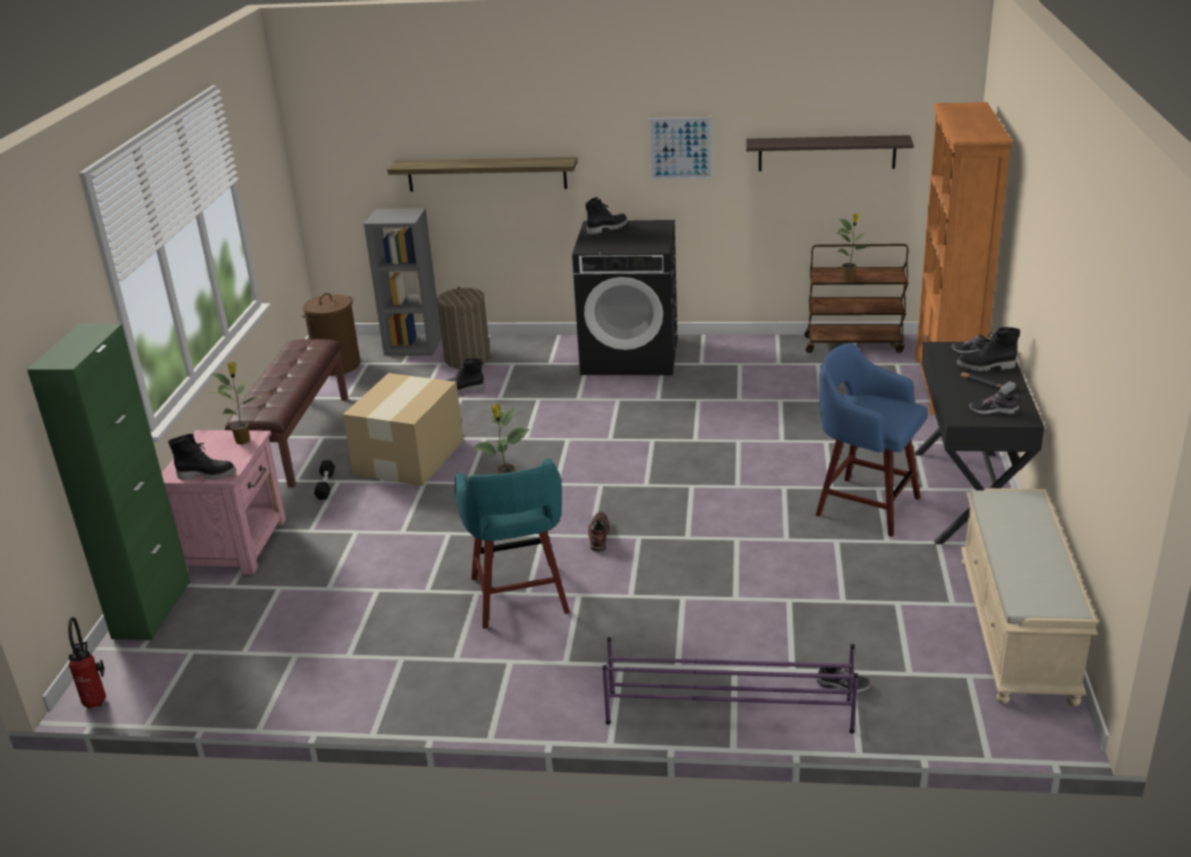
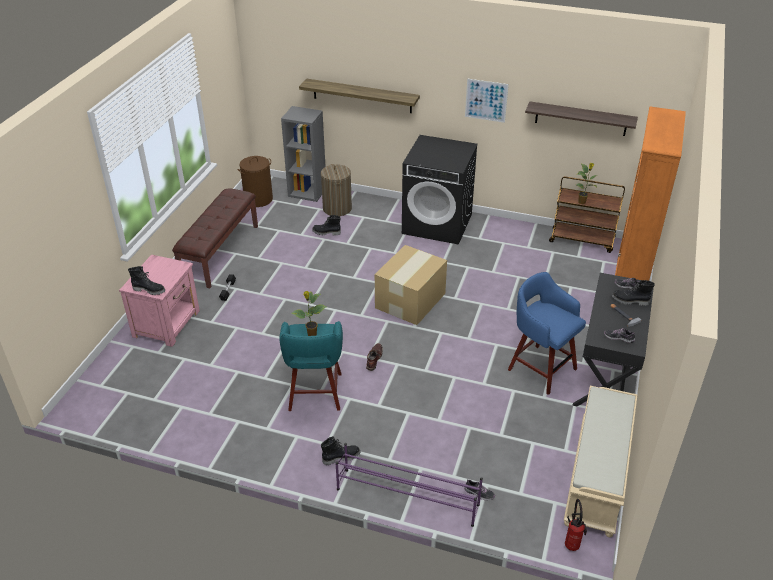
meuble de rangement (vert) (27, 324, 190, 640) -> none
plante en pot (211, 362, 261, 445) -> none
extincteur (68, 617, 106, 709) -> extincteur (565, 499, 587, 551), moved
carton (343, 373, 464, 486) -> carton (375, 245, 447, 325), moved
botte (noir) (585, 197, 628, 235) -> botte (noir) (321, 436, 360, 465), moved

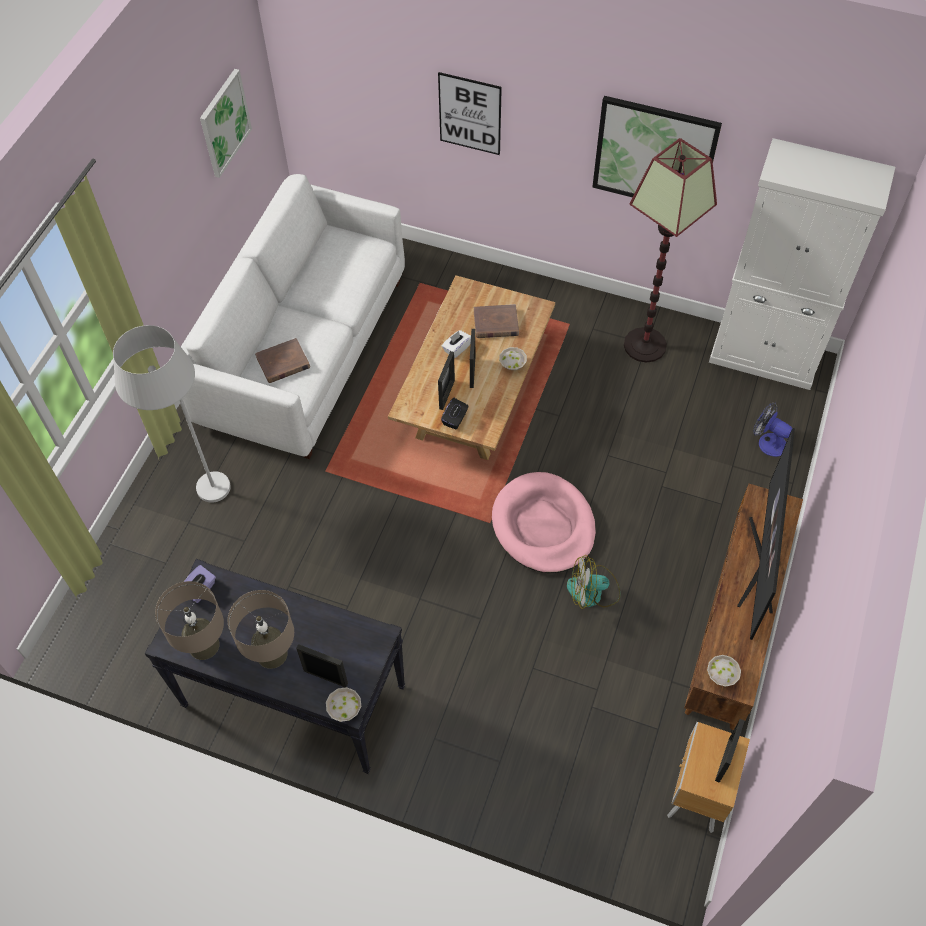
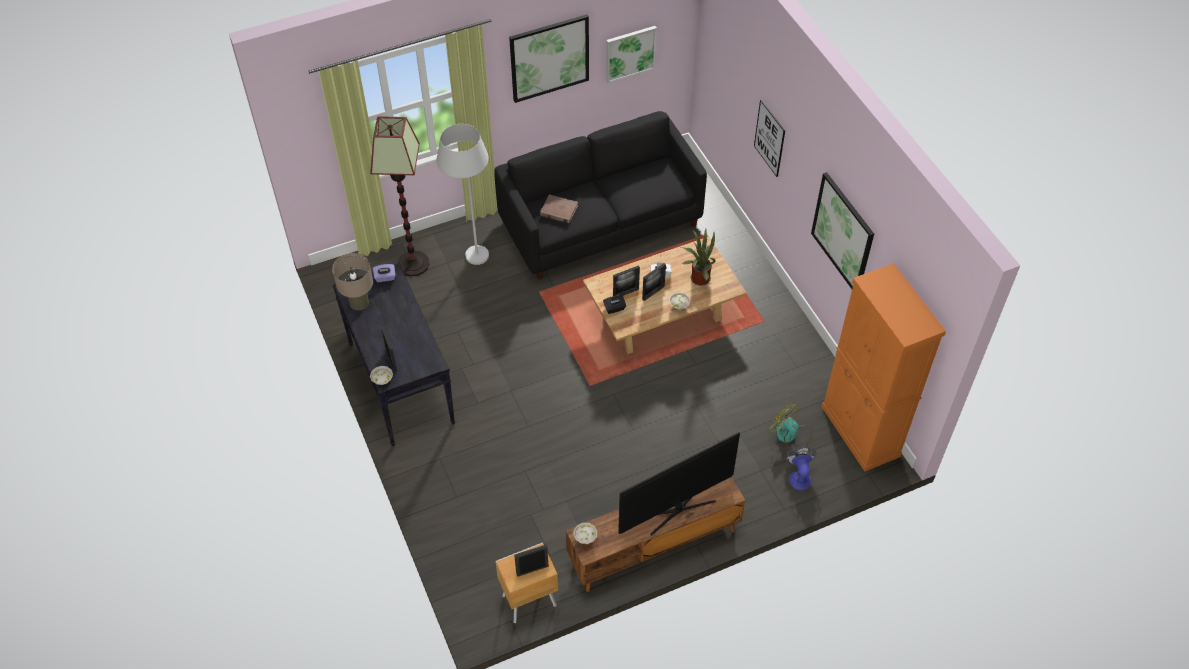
lampe de table (beige) (228, 590, 294, 669) -> none
panier pour chien (rose) (492, 472, 596, 573) -> none
none -> tableau (509, 14, 589, 103)
ventilateur (567, 555, 621, 609) -> ventilateur (768, 403, 812, 449), moved
lampadaire (624, 138, 717, 363) -> lampadaire (370, 116, 429, 276), moved
livre (marron) (474, 304, 519, 338) -> plante en pot (681, 229, 716, 286)
canapé (blanc) (181, 174, 405, 459) -> canapé (noir) (494, 111, 707, 279)
meuble de rangement (blanc) (709, 138, 895, 390) -> meuble de rangement (orange) (822, 263, 946, 471)

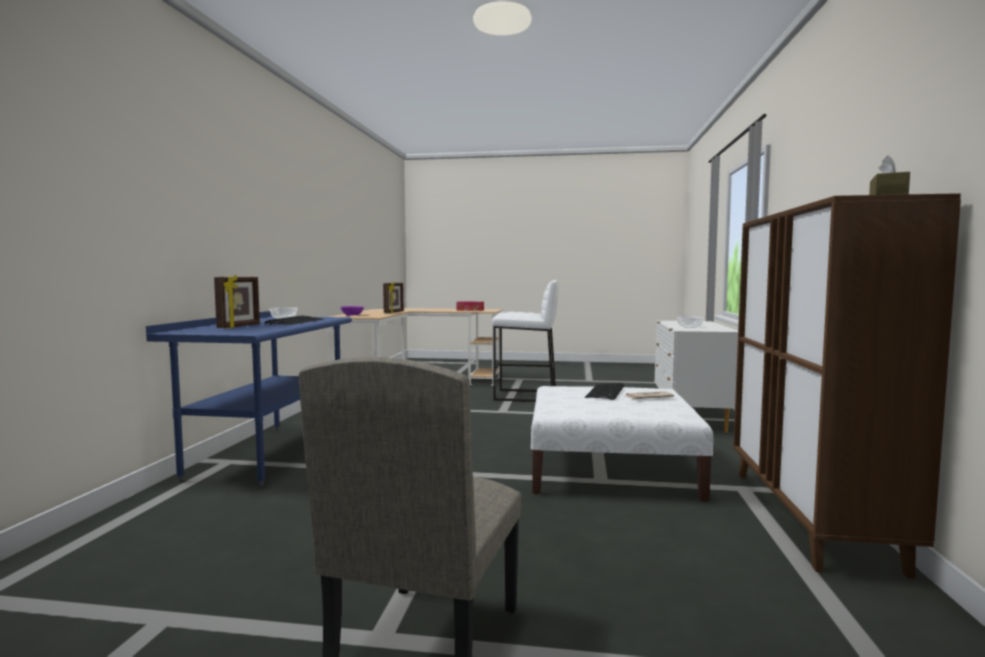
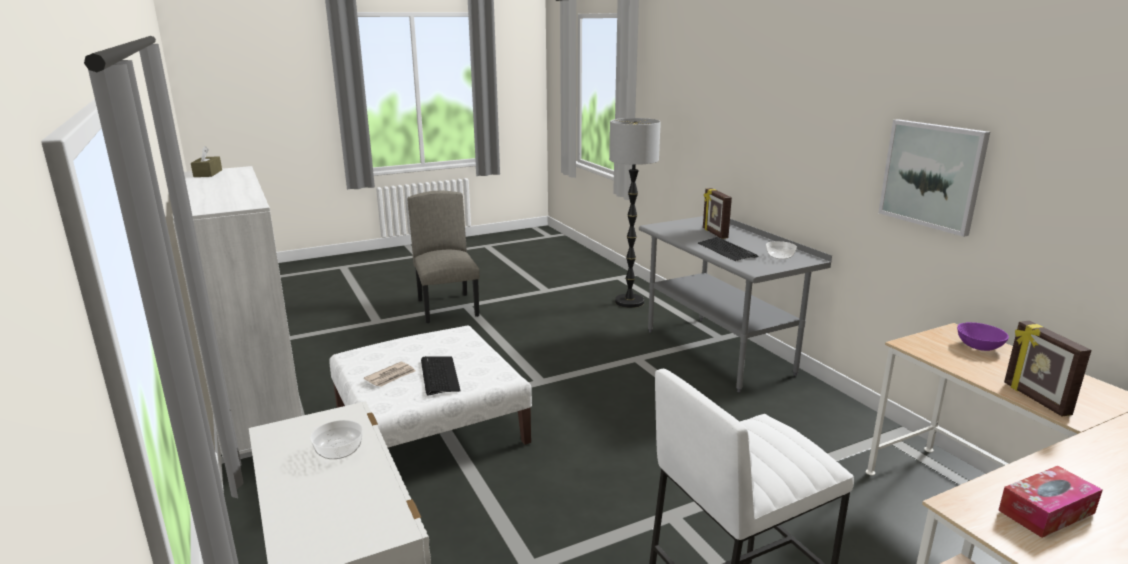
none -> lampadaire (609, 118, 661, 308)
none -> tableau (878, 119, 990, 237)
bureau (bleu) (146, 311, 352, 486) -> bureau (gris) (639, 216, 832, 392)
meuble de rangement (marron) (733, 193, 961, 579) -> meuble de rangement (blanc) (173, 166, 302, 457)

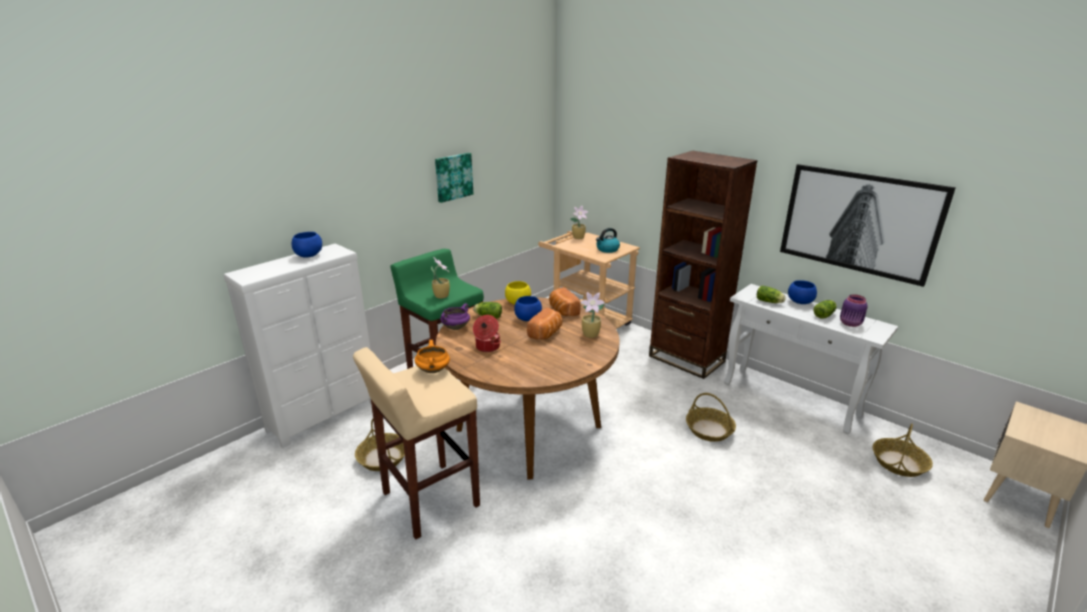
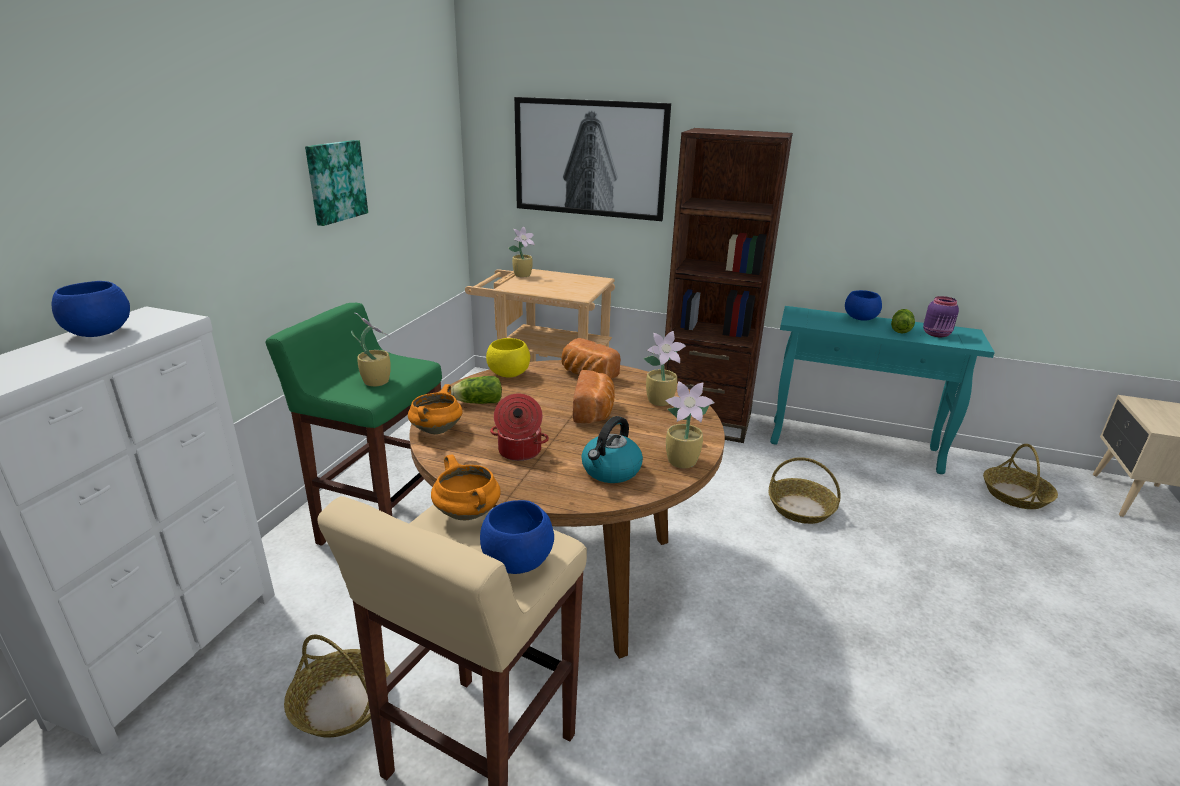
laitue (757, 286, 786, 303) -> none
none -> plante en pot (665, 381, 714, 468)
bol (bleu) (514, 296, 542, 321) -> bol (bleu) (480, 500, 554, 574), moved
bouilloire (596, 228, 620, 253) -> bouilloire (582, 416, 643, 483), moved
tableau (780, 164, 956, 287) -> tableau (514, 97, 671, 221), moved
marmite (violet) (440, 303, 470, 330) -> marmite (orange) (408, 384, 463, 434)
table console (blanc) (724, 284, 898, 434) -> table console (turquoise) (770, 306, 995, 474)

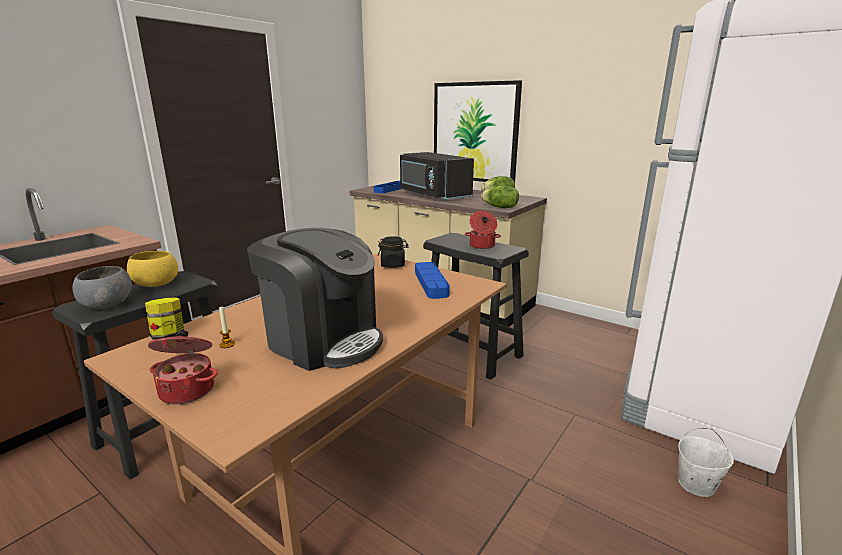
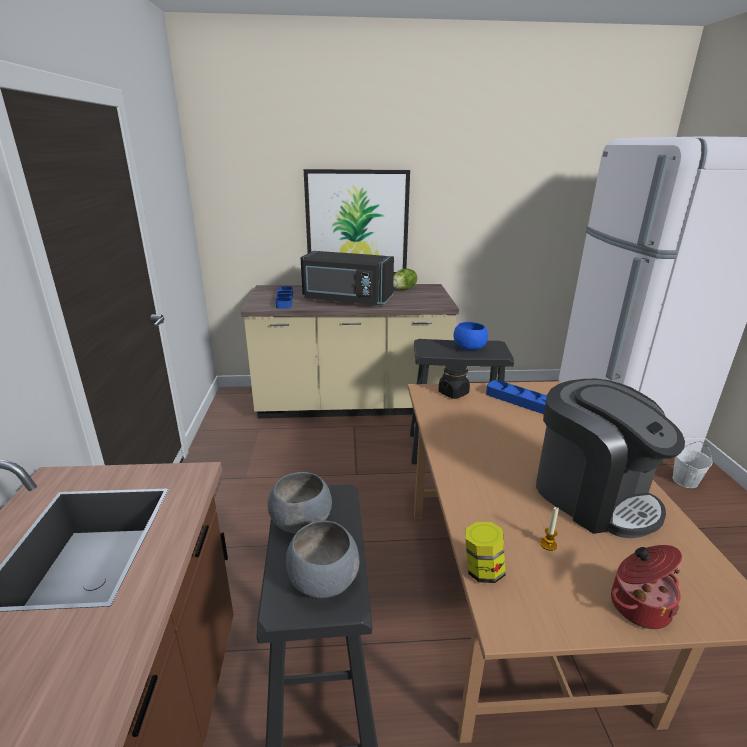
laitue (481, 185, 519, 208) -> none
marmite (465, 211, 501, 249) -> bol (bleu) (453, 322, 488, 350)
bol (jaune) (127, 251, 178, 287) -> bol (gris) (268, 472, 332, 534)
machine à café (247, 228, 383, 371) -> machine à café (536, 378, 685, 538), 60 degrees clockwise

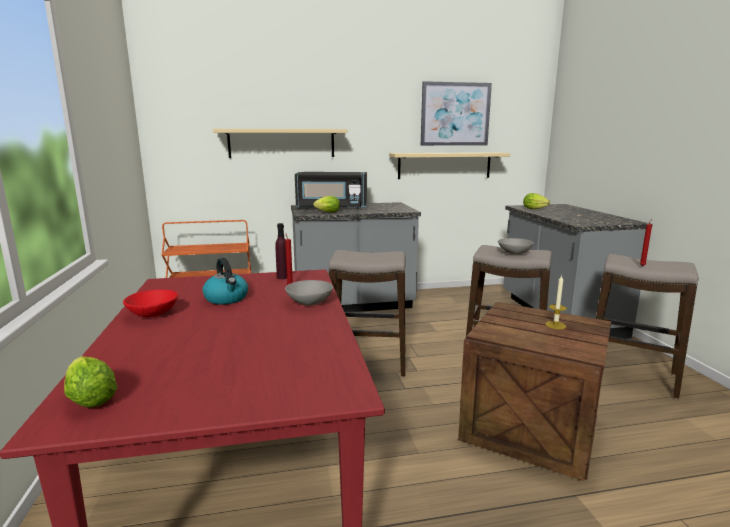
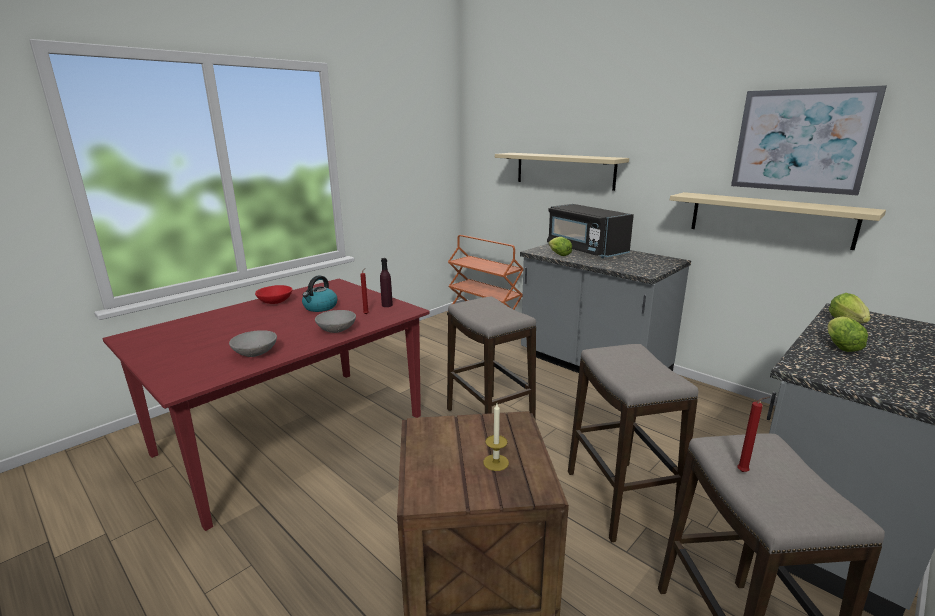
laitue (64, 356, 118, 408) -> laitue (827, 317, 868, 352), moved
bol (gris) (498, 238, 534, 254) -> bol (gris) (229, 330, 277, 357), moved

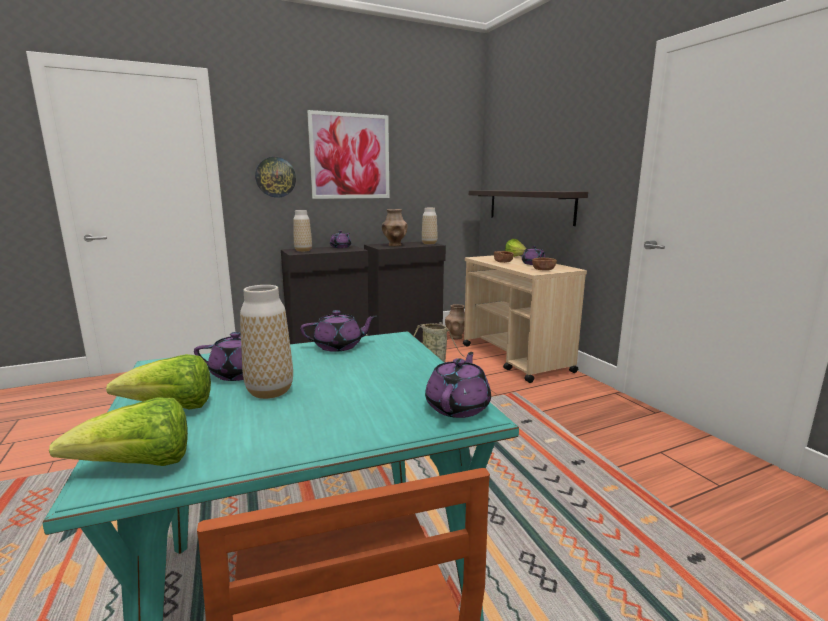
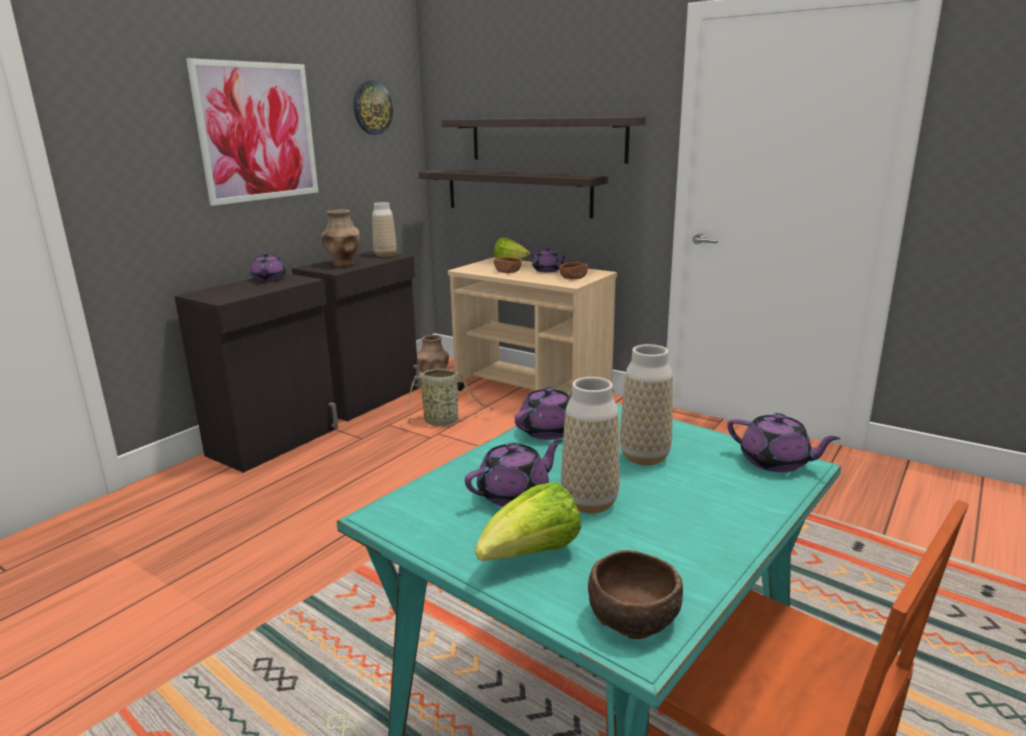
none -> étagère (442, 117, 646, 164)
horloge murale (255, 157, 296, 198) -> horloge murale (354, 81, 393, 135), moved
vase (293, 210, 312, 252) -> vase (620, 344, 673, 466), moved
laitue (49, 397, 188, 466) -> bol (marron) (588, 550, 683, 639)
théière (violet) (425, 352, 491, 418) -> théière (violet) (727, 413, 841, 472), 135 degrees clockwise

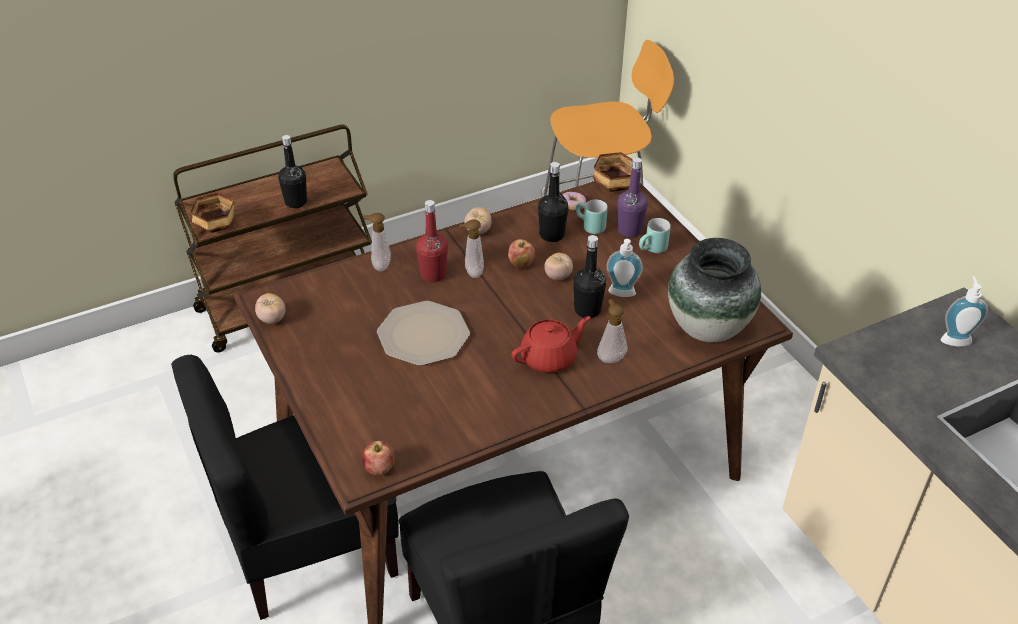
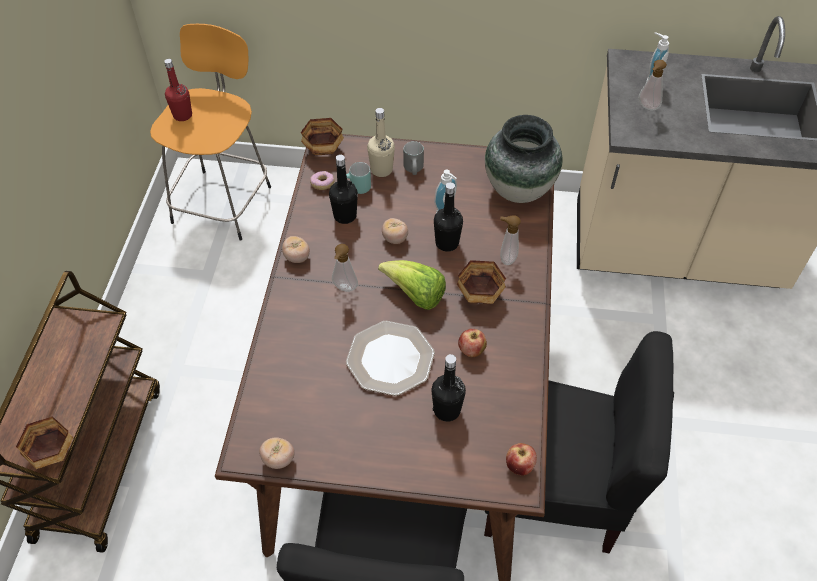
none -> laitue (378, 260, 446, 310)
bouteille (noir) (278, 135, 307, 208) -> bouteille (noir) (431, 354, 466, 422), moved
distributeur de savon (363, 213, 391, 271) -> distributeur de savon (638, 60, 667, 111), moved
bouteille (rouge) (416, 200, 448, 282) -> bouteille (rouge) (164, 59, 192, 121), moved
pomme (508, 239, 535, 268) -> pomme (458, 329, 487, 357), moved
théière (rouge) (511, 316, 591, 373) -> bol (457, 260, 506, 304)
bouteille (violet) (617, 157, 648, 238) -> bouteille (beige) (367, 108, 395, 177)
mug (turquoise) (639, 218, 671, 253) -> mug (gris) (403, 141, 424, 175)

